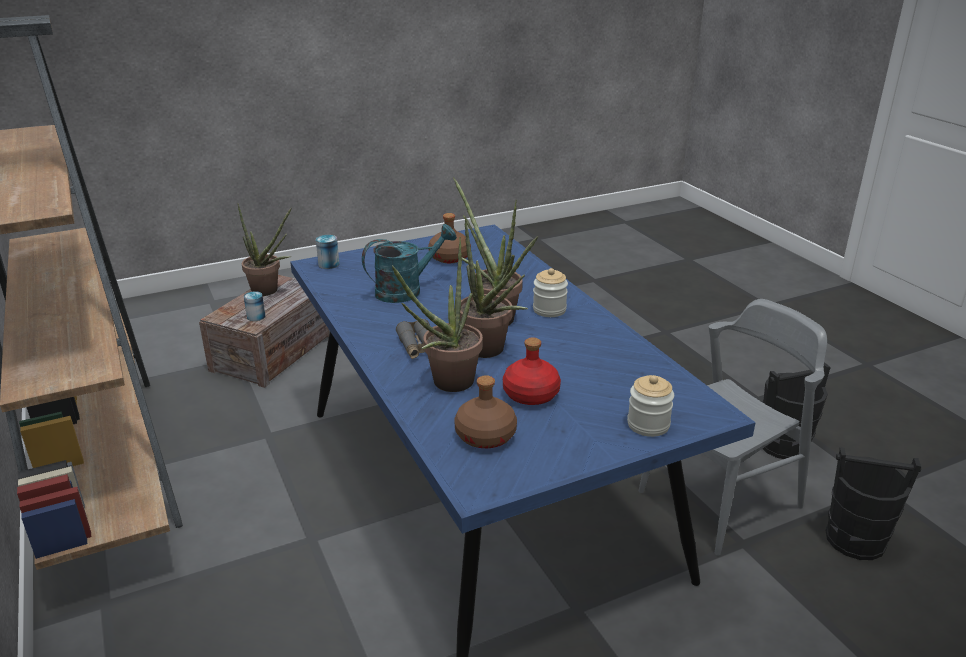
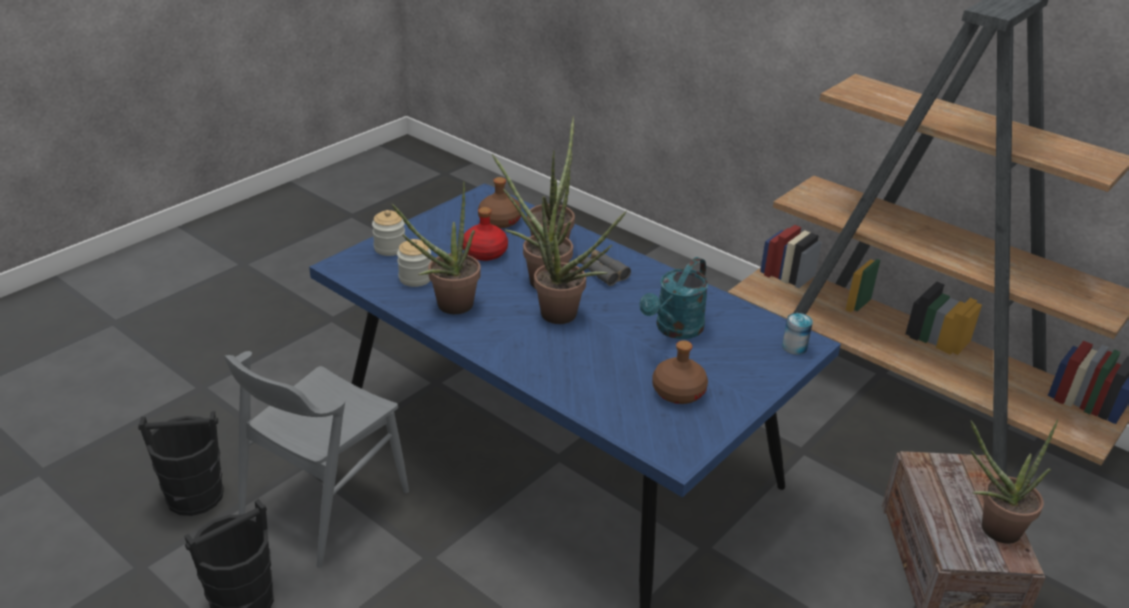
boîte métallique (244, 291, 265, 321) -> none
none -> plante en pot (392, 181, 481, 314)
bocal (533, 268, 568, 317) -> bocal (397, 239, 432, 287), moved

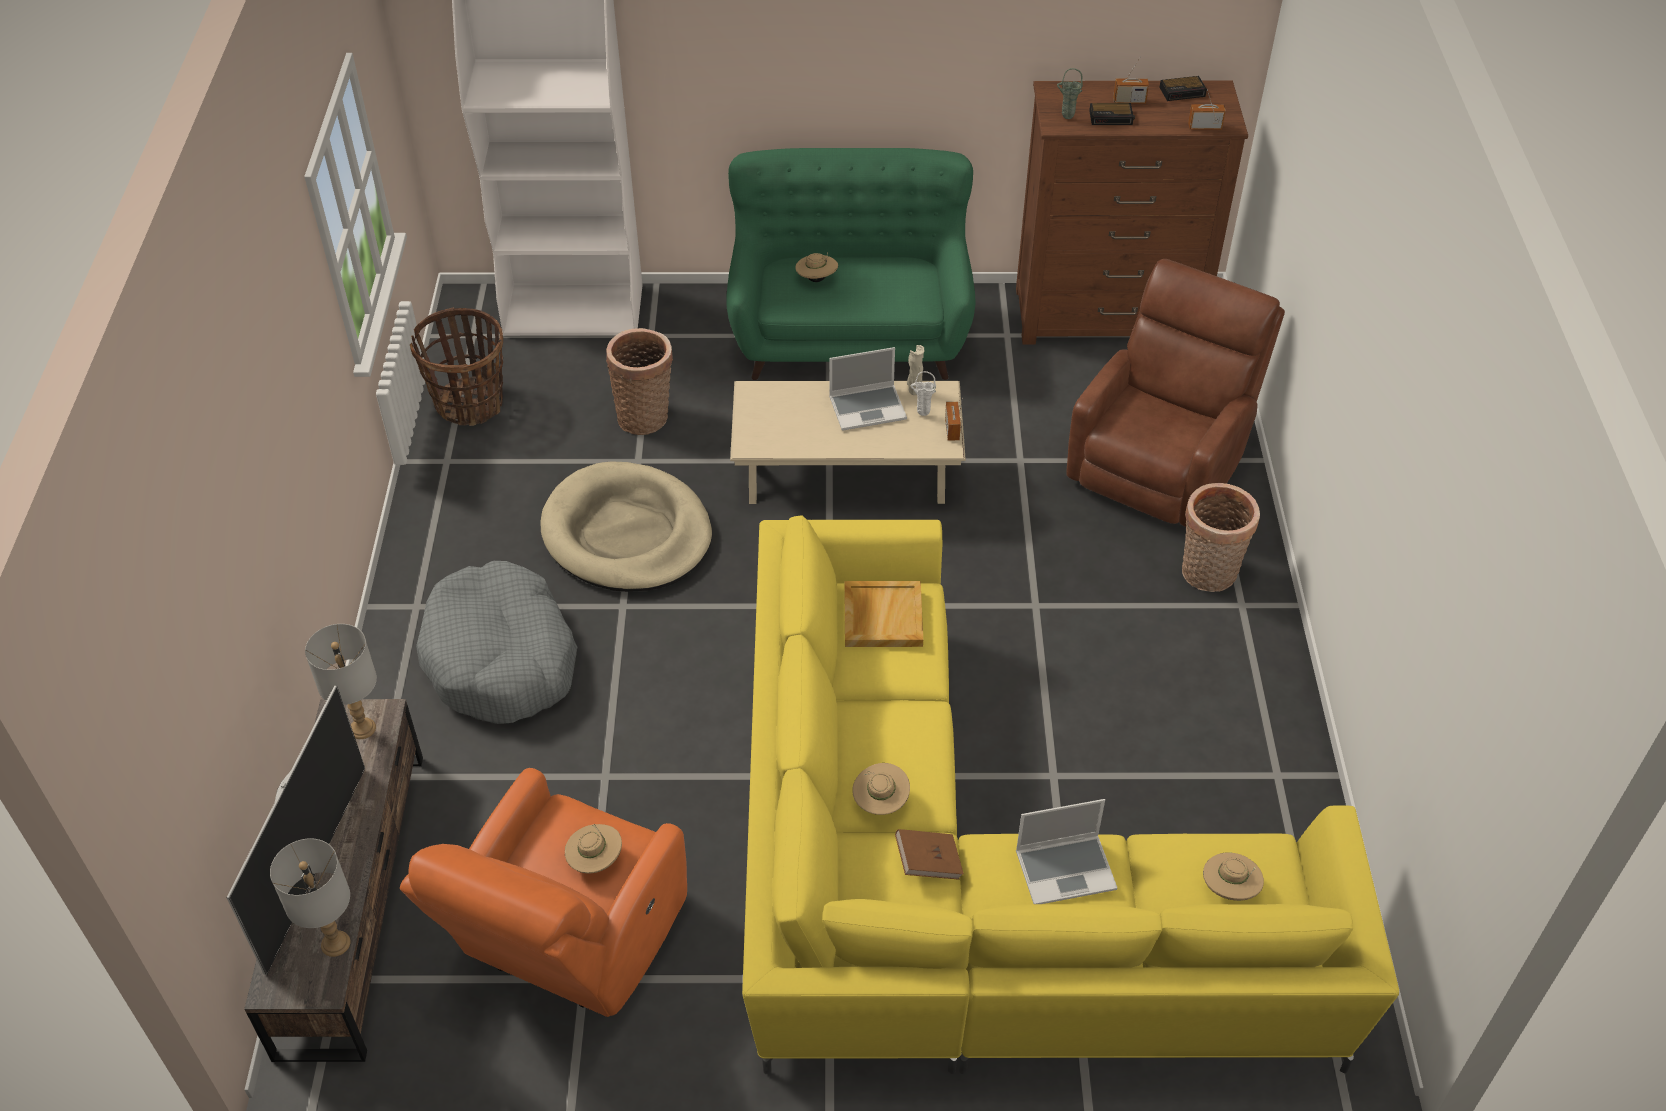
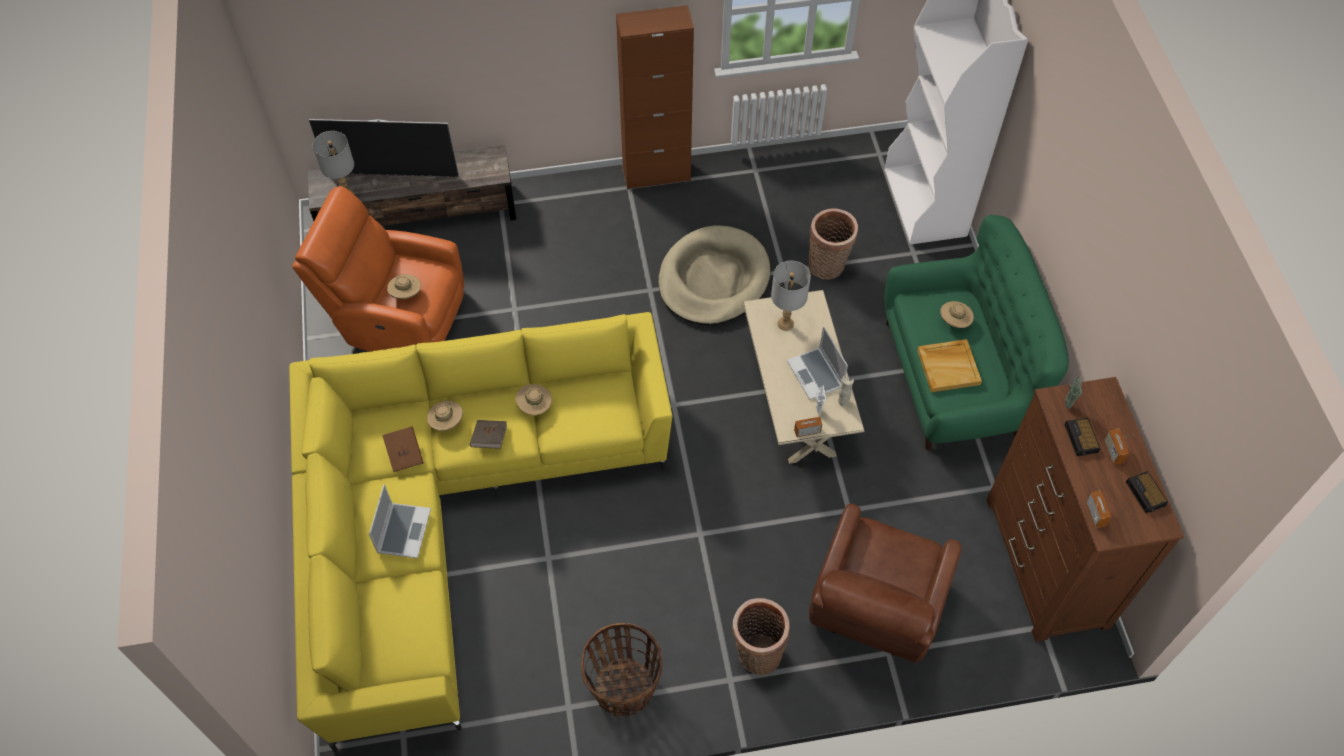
panier pour chien (gris) (416, 561, 577, 724) -> none
none -> livre (marron) (470, 420, 507, 449)
none -> meuble de rangement (marron) (616, 5, 694, 189)
lampe de table (gris) (305, 624, 377, 739) -> lampe de table (gris) (771, 261, 811, 331), moved
panier (410, 307, 503, 426) -> panier (581, 623, 662, 717), moved
plateau (beige) (844, 581, 923, 647) -> plateau (beige) (917, 339, 982, 392), moved
chapeau (beige) (1203, 852, 1264, 901) -> chapeau (beige) (515, 384, 552, 415), moved
ordinateur portable (1016, 799, 1118, 904) -> ordinateur portable (369, 484, 431, 558), 150 degrees counterclockwise
fauteuil (marron) (1066, 259, 1285, 527) -> fauteuil (marron) (809, 504, 961, 663), 90 degrees clockwise

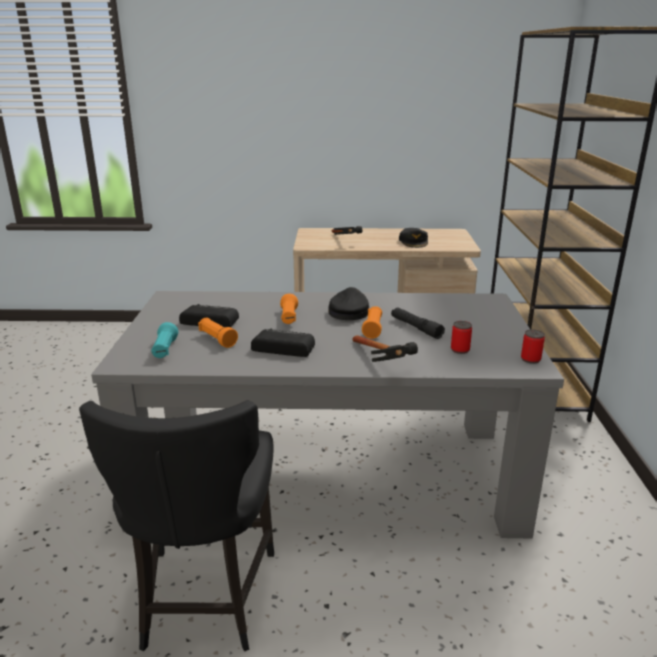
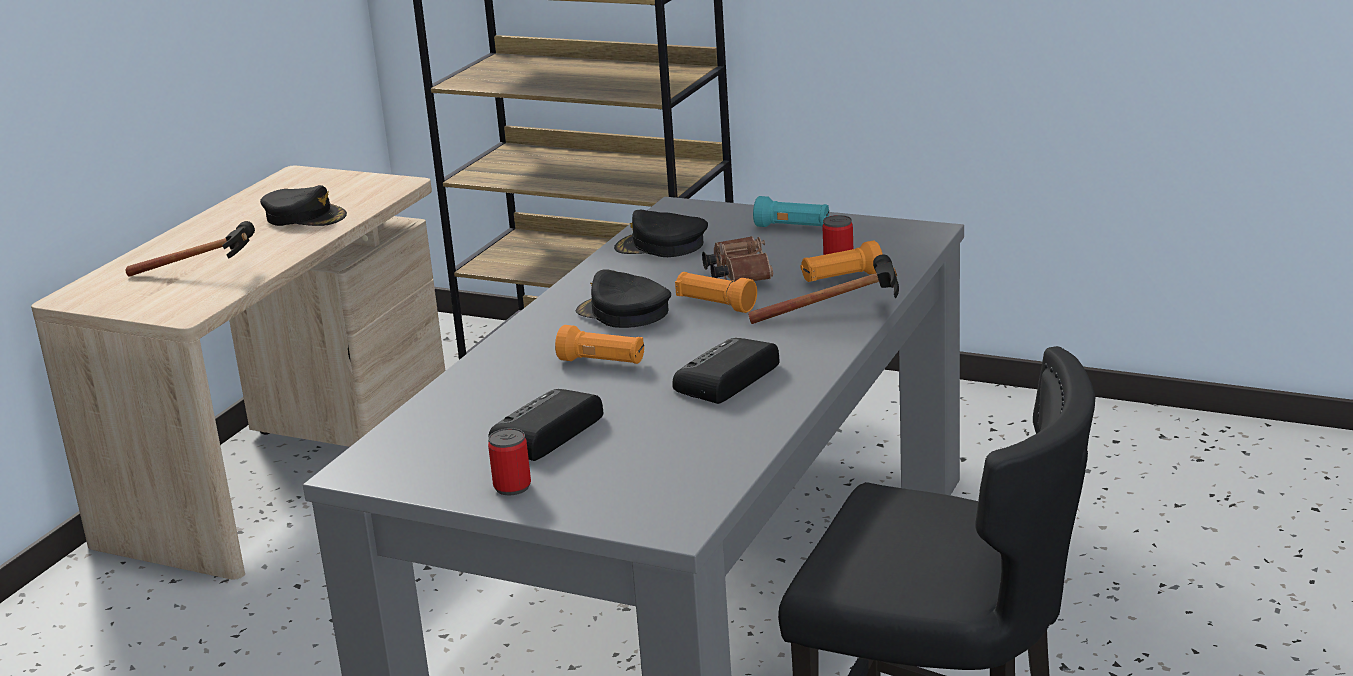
none -> casquette (noir) (614, 210, 708, 257)
lampe de poche (turquoise) (151, 322, 178, 358) -> lampe de poche (turquoise) (753, 196, 829, 227), moved
lampe de poche (orange) (198, 318, 238, 348) -> lampe de poche (orange) (800, 241, 882, 282), moved
boîte métallique (521, 329, 545, 364) -> boîte métallique (488, 428, 531, 495), moved
lampe de poche (noir) (391, 307, 445, 339) -> jumelles (marron) (702, 236, 773, 281)

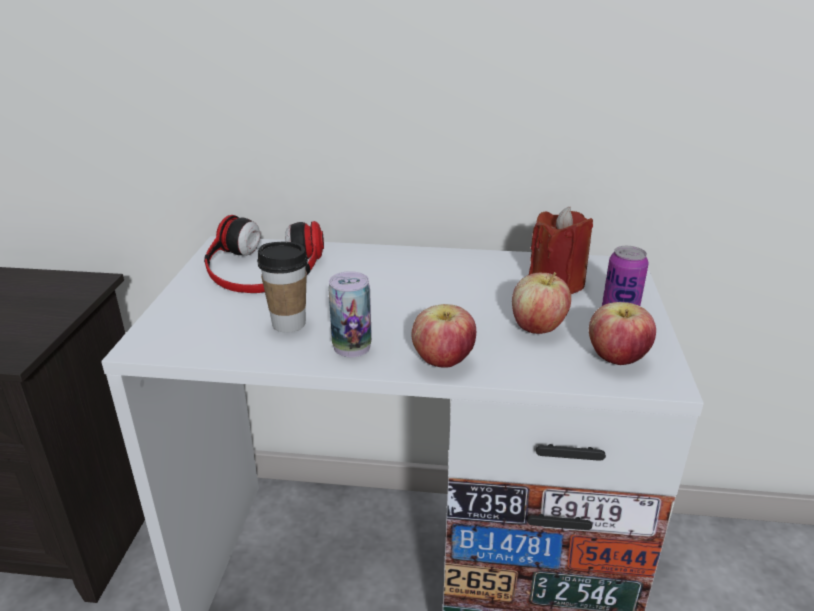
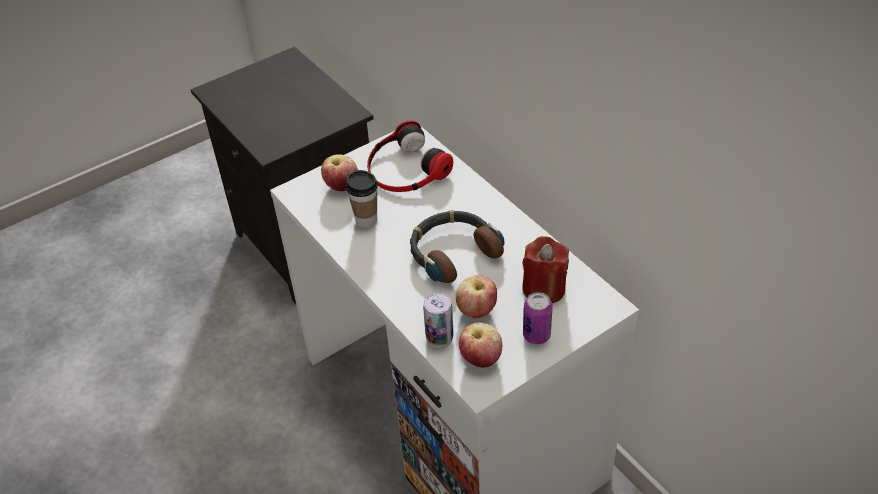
none -> casque audio (410, 210, 504, 283)
boîte métallique (328, 271, 372, 358) -> boîte métallique (423, 293, 454, 348), moved
pomme (412, 304, 476, 368) -> pomme (321, 154, 358, 191), moved

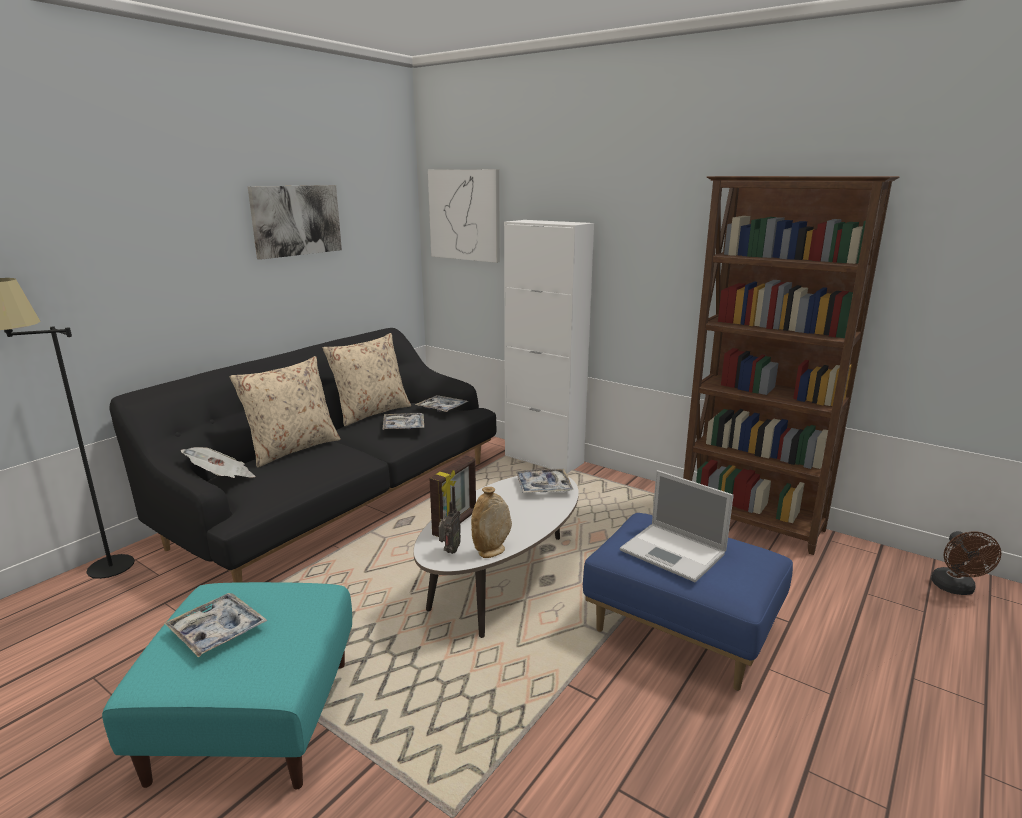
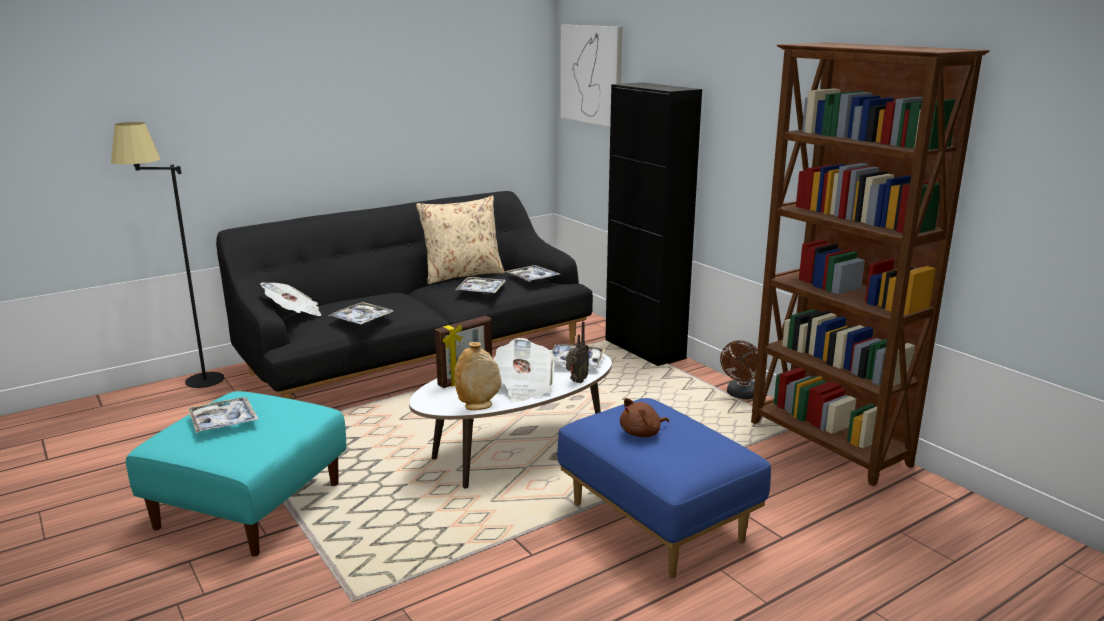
coussin (beige) (230, 356, 341, 468) -> none
tableau (248, 185, 342, 260) -> none
none -> plateau (328, 302, 394, 325)
none -> journal (494, 338, 555, 402)
radio (439, 486, 461, 554) -> radio (566, 321, 589, 383), moved
ventilateur (marron) (931, 531, 1001, 595) -> ventilateur (marron) (720, 340, 758, 399), moved
ordinateur portable (620, 470, 734, 582) -> peluche (marron) (620, 398, 669, 437)
meuble de rangement (blanc) (504, 220, 594, 474) -> meuble de rangement (noir) (605, 82, 702, 366)

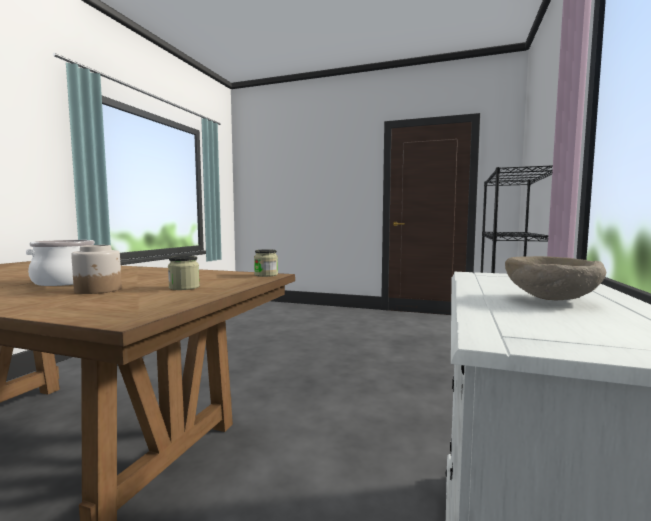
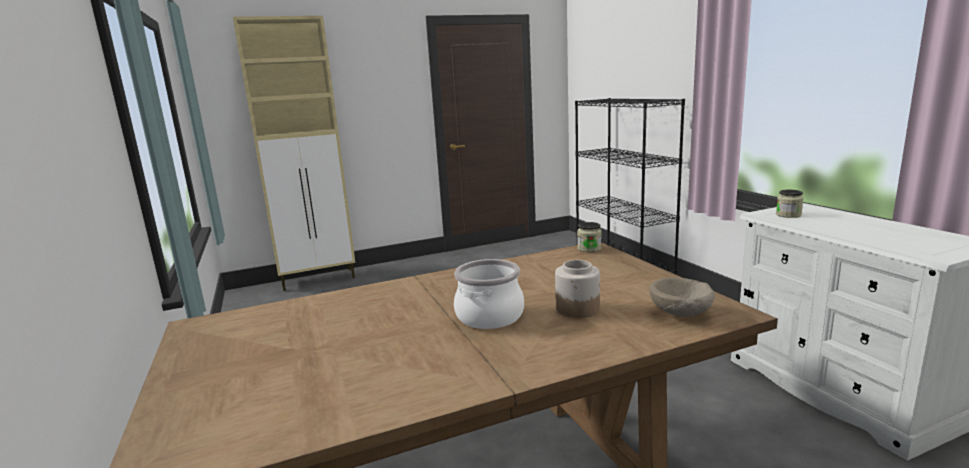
none -> meuble de rangement (beige) (233, 16, 355, 291)
bocal (168, 256, 200, 290) -> bocal (776, 190, 804, 218), moved
bol (beige) (505, 256, 606, 301) -> bol (beige) (649, 277, 715, 317), moved

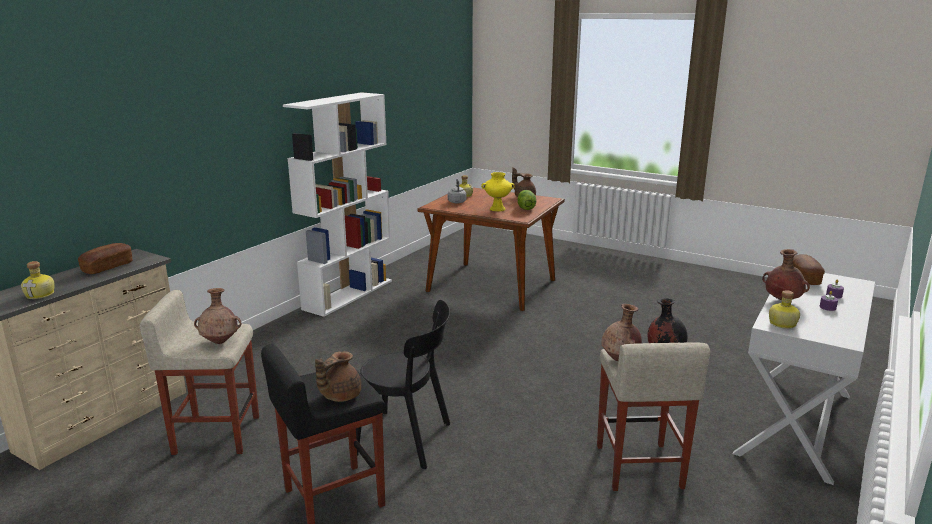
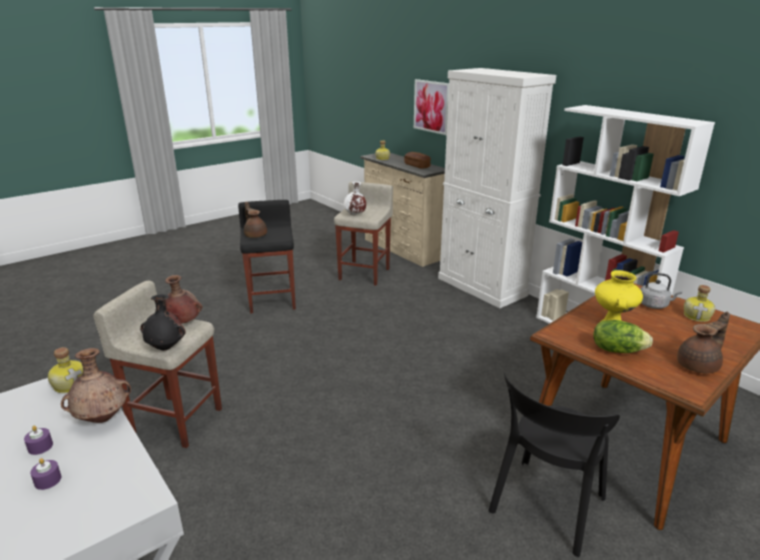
pain (793, 254, 825, 285) -> none
none -> tableau (414, 79, 449, 135)
none -> meuble de rangement (blanc) (438, 68, 556, 308)
chaise (noir) (356, 300, 450, 469) -> chaise (noir) (488, 373, 620, 557), moved
vase (marron) (194, 288, 241, 344) -> vase (blanc) (343, 181, 366, 215)

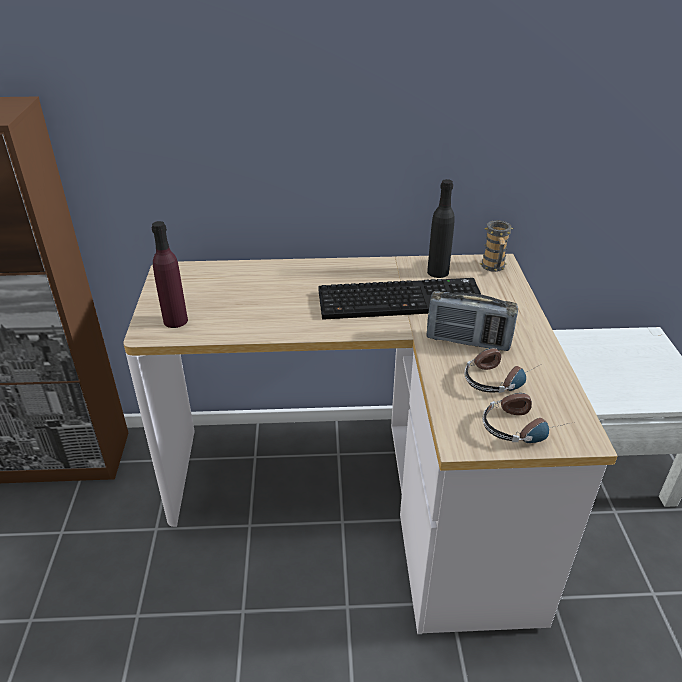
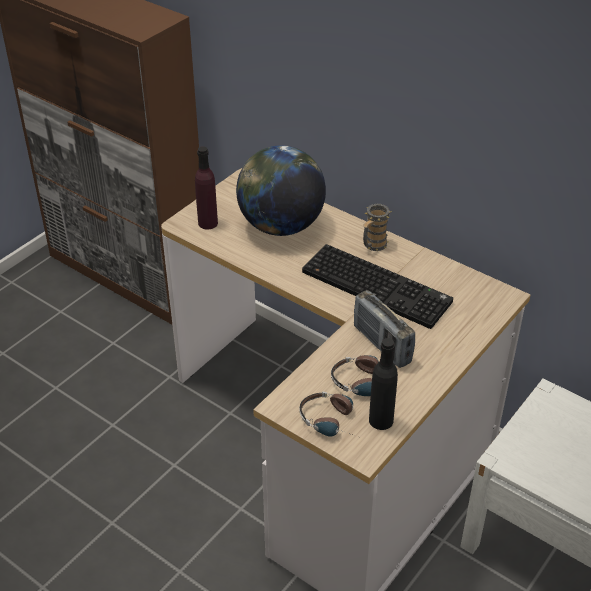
none -> globe (236, 145, 326, 236)
bouteille (noir) (427, 179, 455, 278) -> bouteille (noir) (369, 338, 398, 430), moved
mug (480, 220, 513, 272) -> mug (363, 204, 391, 251), moved

